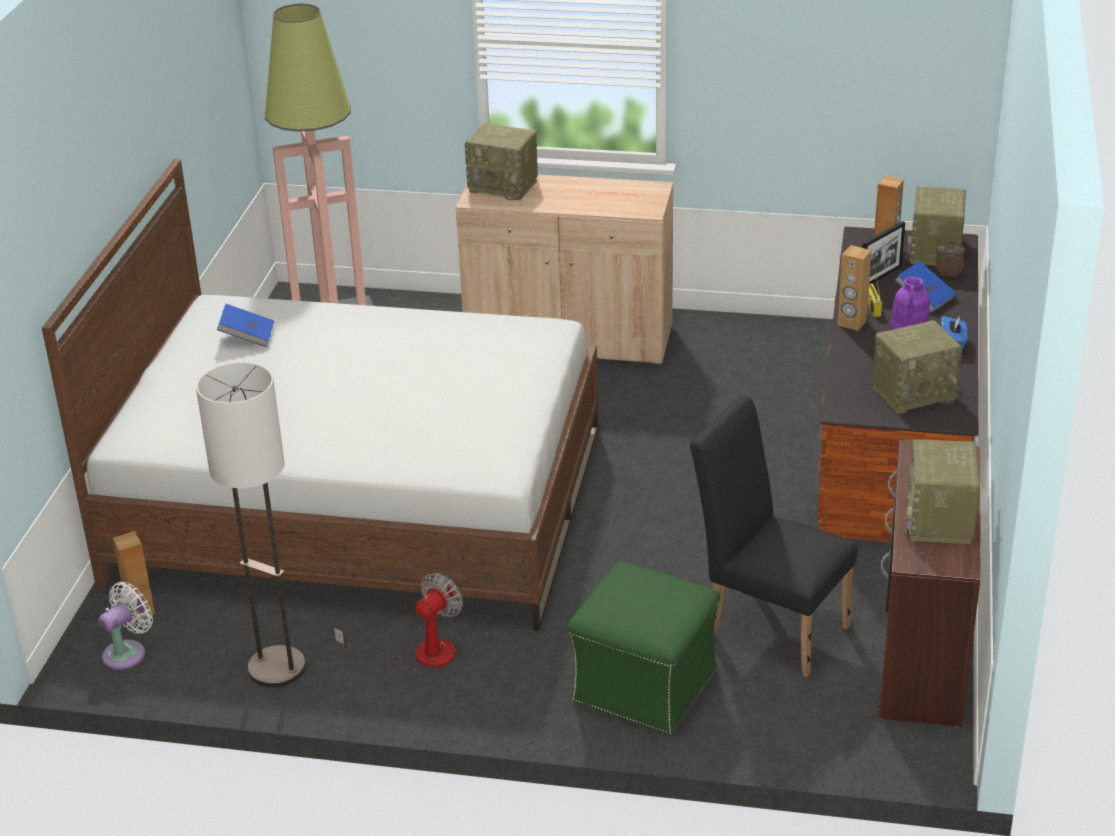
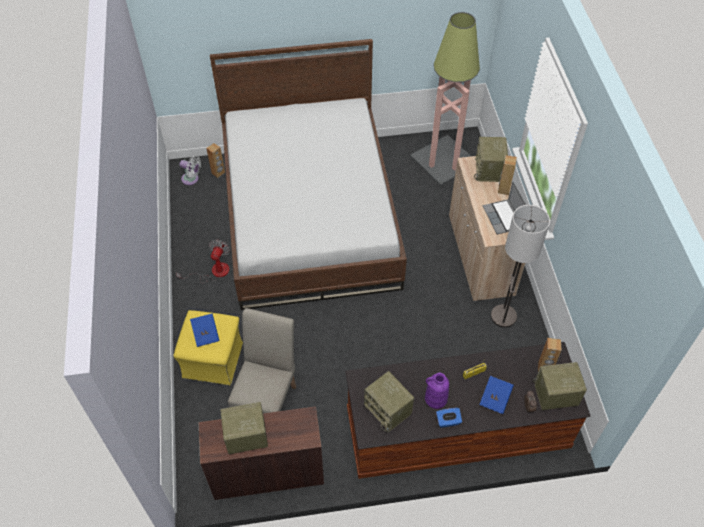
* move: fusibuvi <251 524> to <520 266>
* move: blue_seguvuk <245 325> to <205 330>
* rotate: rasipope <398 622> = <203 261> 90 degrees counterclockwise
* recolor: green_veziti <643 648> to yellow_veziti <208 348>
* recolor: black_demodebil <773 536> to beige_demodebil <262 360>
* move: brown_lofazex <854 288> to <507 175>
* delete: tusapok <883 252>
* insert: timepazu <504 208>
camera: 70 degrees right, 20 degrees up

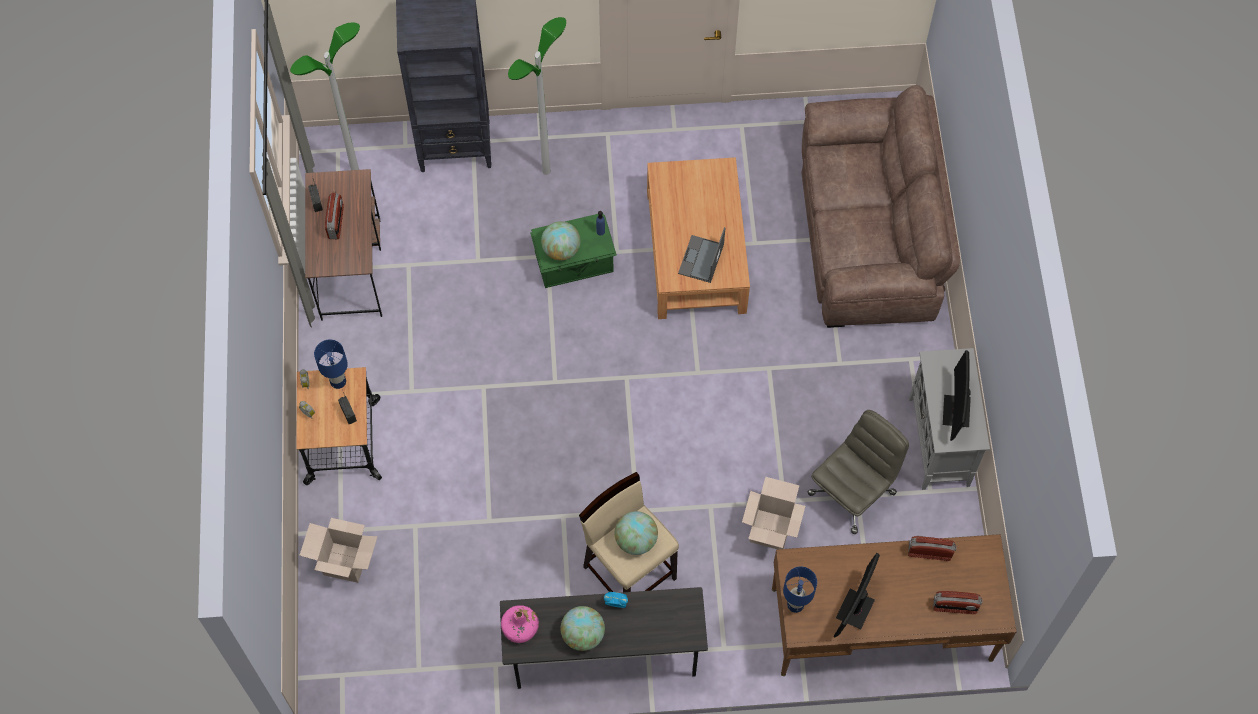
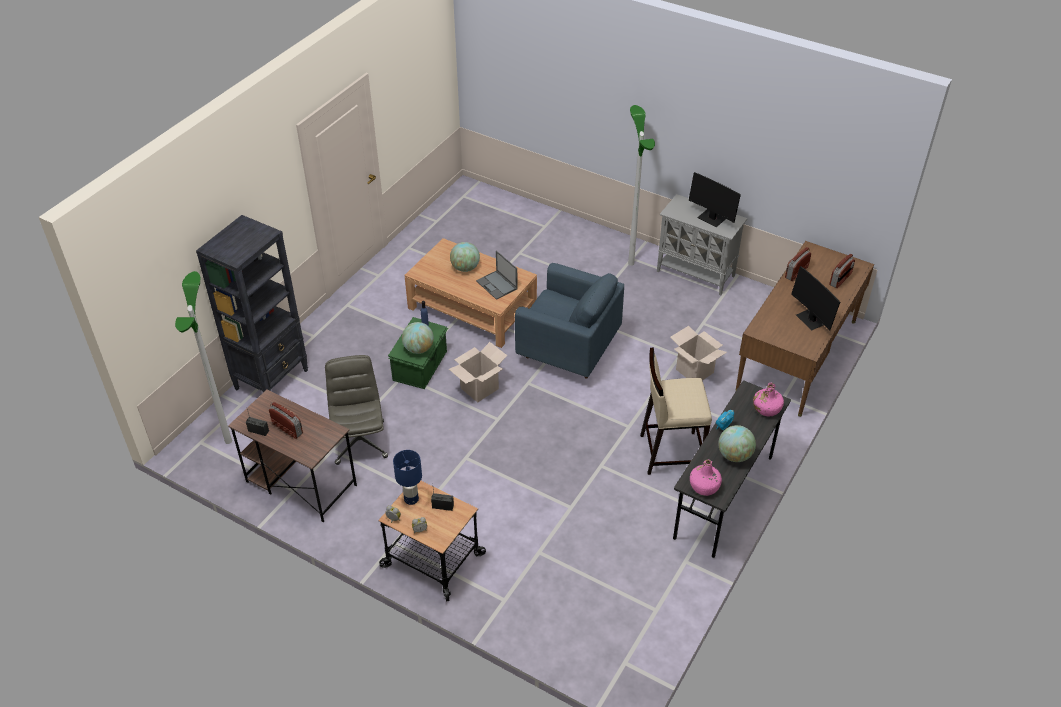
* move: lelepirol <338 550> to <478 372>
* move: fusibuvi <537 96> to <641 185>
* move: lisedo <636 533> to <465 257>
* delete: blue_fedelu <800 589>
* delete: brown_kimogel <880 206>
* move: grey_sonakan <858 472> to <356 410>
* insert: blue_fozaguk <569 321>
* insert: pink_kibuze <768 399>
camera: 55 degrees left, 20 degrees down

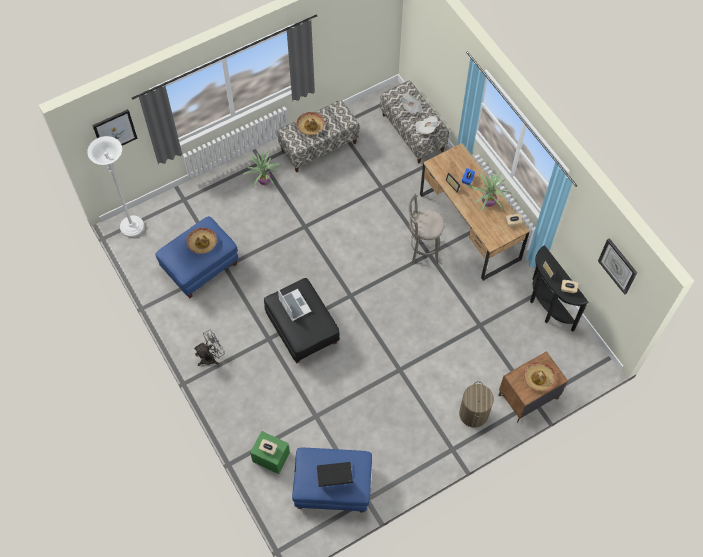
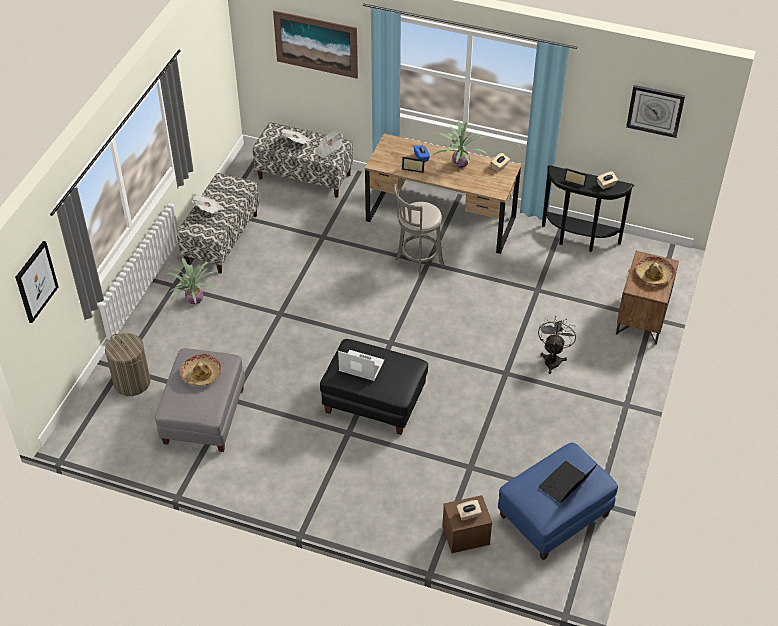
* delete: white_fusibuvi <115 186>
* recolor: blue_veziti <196 257> to grey_veziti <200 400>
* move: grey_rasipope <209 347> to <557 345>
* recolor: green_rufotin <270 452> to brown_rufotin <467 524>
* replace: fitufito <310 123> to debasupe <208 204>
* move: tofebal <476 404> to <128 364>
* insert: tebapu <315 45>
camera: 40 degrees left, 15 degrees down

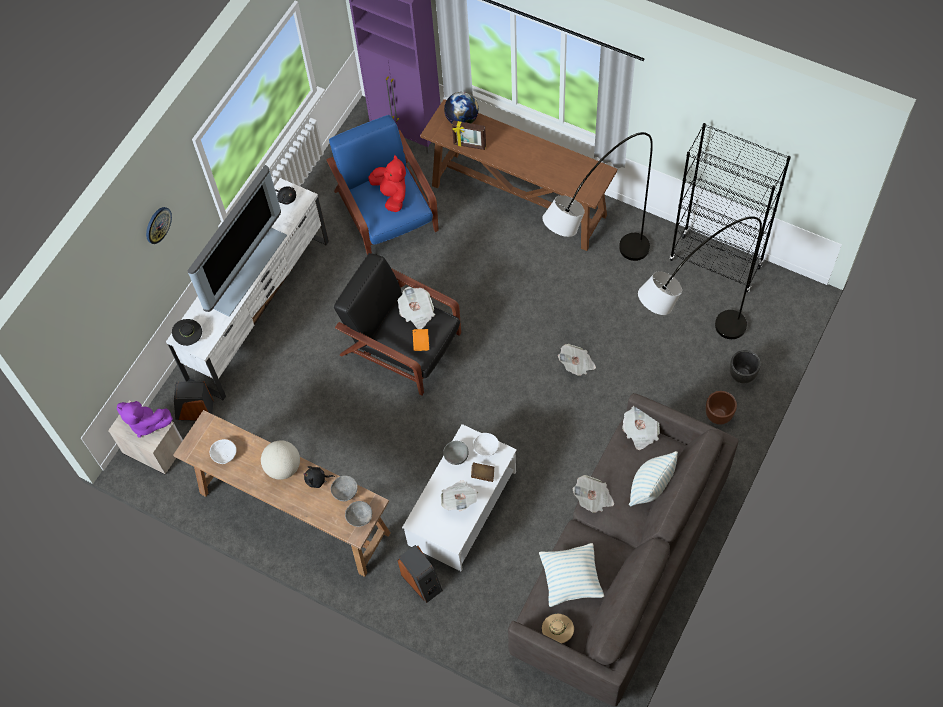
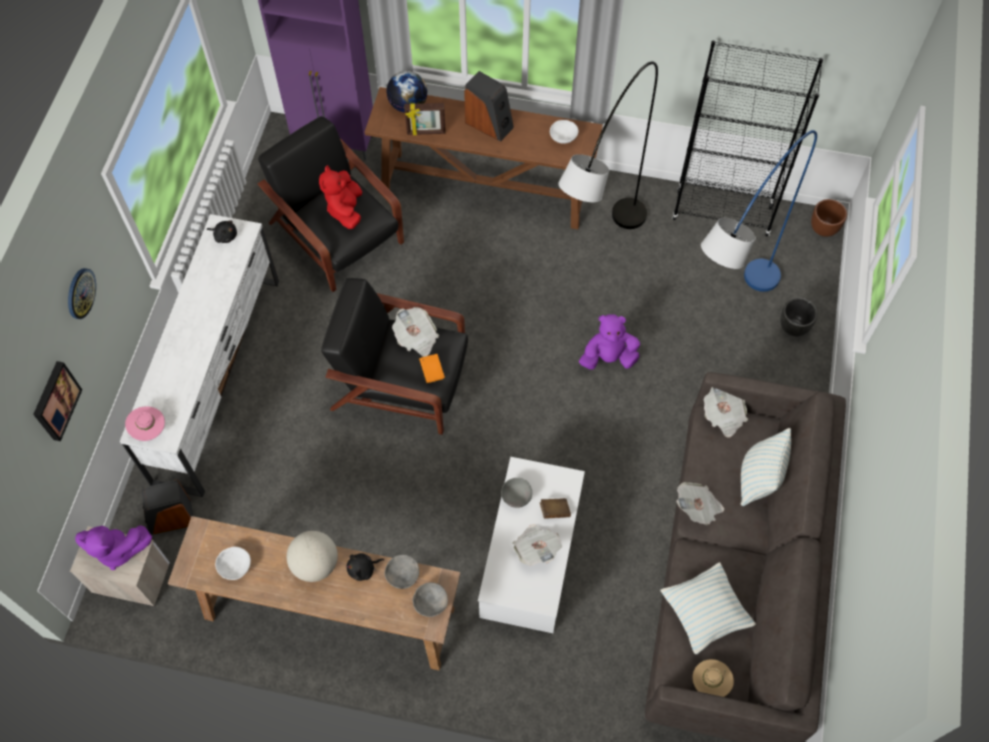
* recolor: black_fitufito <187 332> to pink_fitufito <145 423>
* delete: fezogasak <237 241>
* recolor: blue_fozaguk <382 185> to black_fozaguk <331 204>
* rotate: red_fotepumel <387 183> = <340 197> 135 degrees counterclockwise
* move: lofazex <420 574> to <489 106>
* move: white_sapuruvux <486 445> to <564 132>
* replace: debasupe <577 360> to purple_fotepumel <609 341>
* recolor: grey_fusibuvi <700 277> to blue_fusibuvi <759 211>
* move: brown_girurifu <721 408> to <829 218>
* insert: tebapu <57 401>
camera: 20 degrees left, 0 degrees up

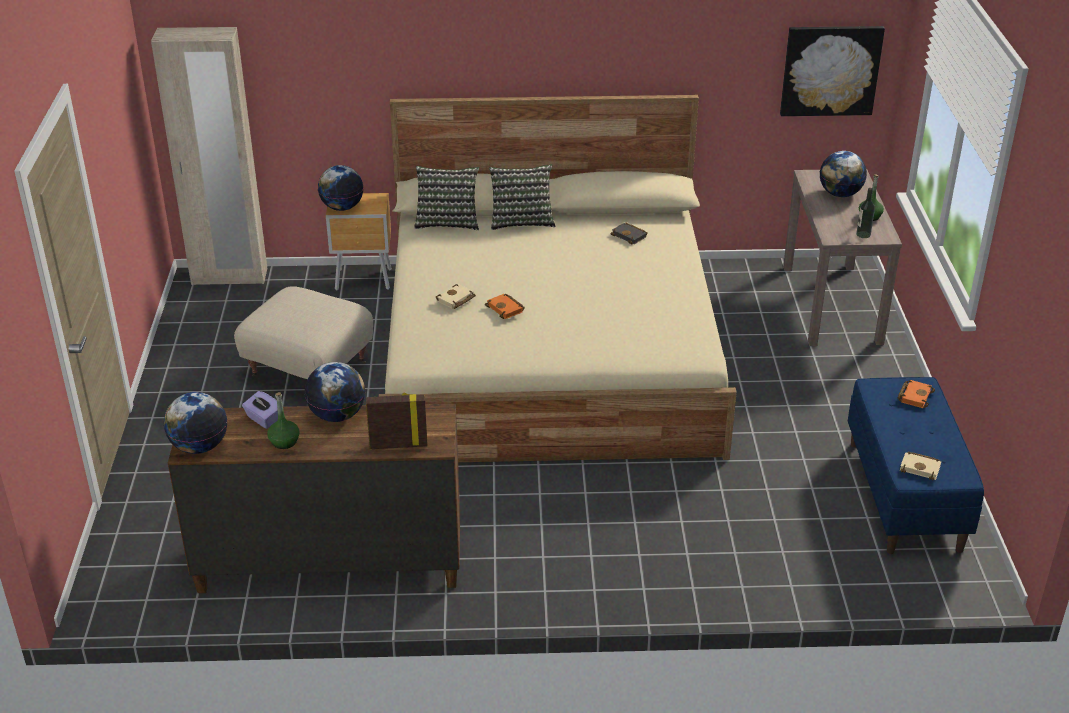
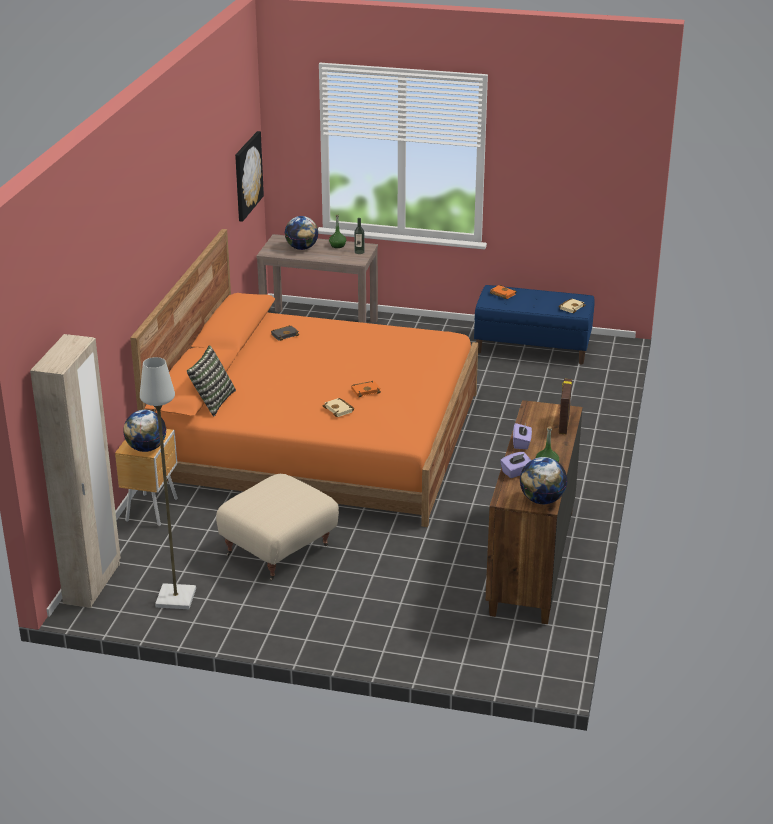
* replace: lisedo <335 392> to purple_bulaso <522 436>
* recolor: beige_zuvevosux <558 278> to orange_zuvevosux <304 378>
* delete: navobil <522 197>
* insert: grey_fusibuvi <168 483>
camera: 75 degrees left, 5 degrees down

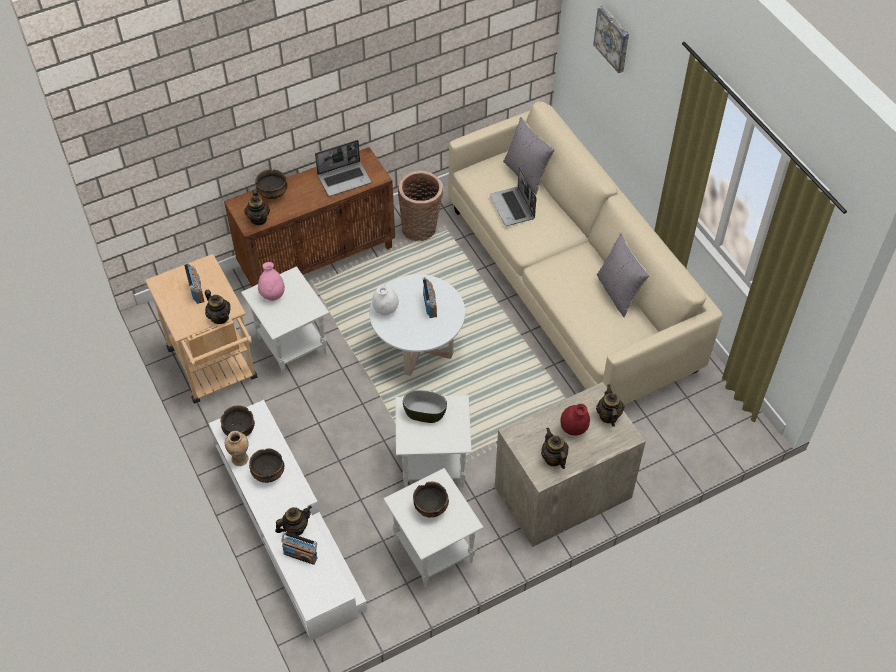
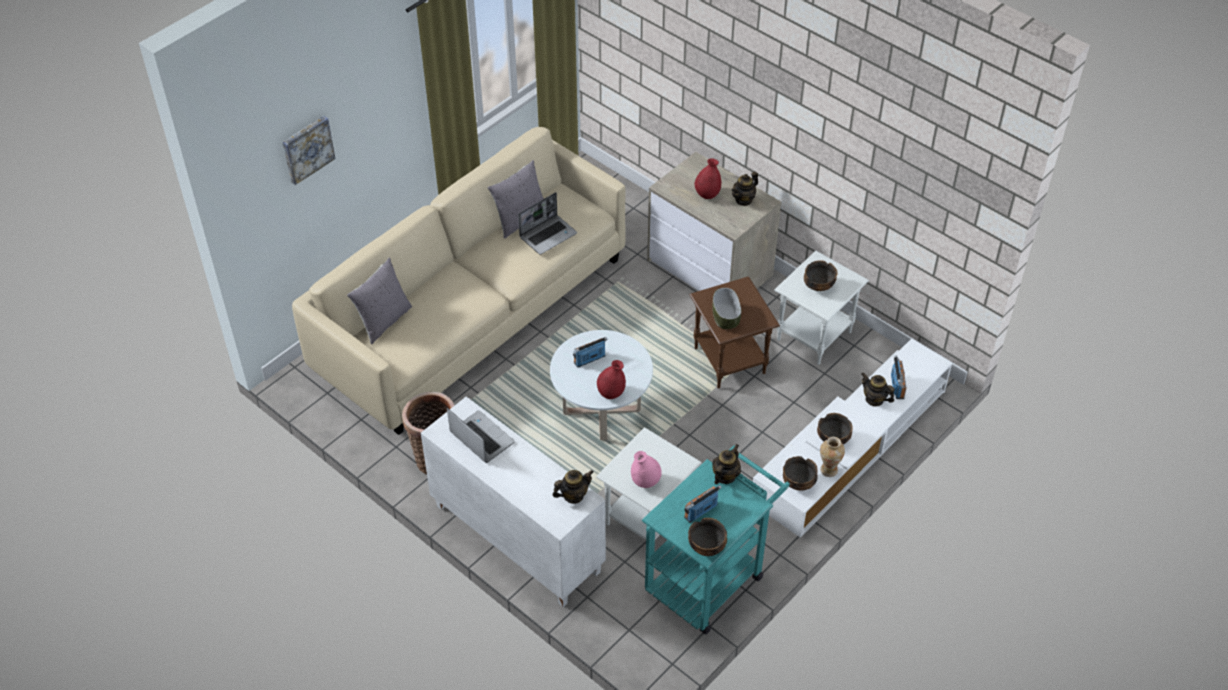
* recolor: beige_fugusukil <201 329> to turquoise_fugusukil <716 539>
* recolor: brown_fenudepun <309 217> to white_fenudepun <513 501>
* move: sapuruvux <271 184> to <707 537>
* recolor: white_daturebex <385 300> to red_daturebex <611 379>
* recolor: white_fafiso <433 441> to brown_fafiso <734 332>
* move: timepazu <513 196> to <547 223>
* delete: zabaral <610 405>
camera: 110 degrees left, 5 degrees down

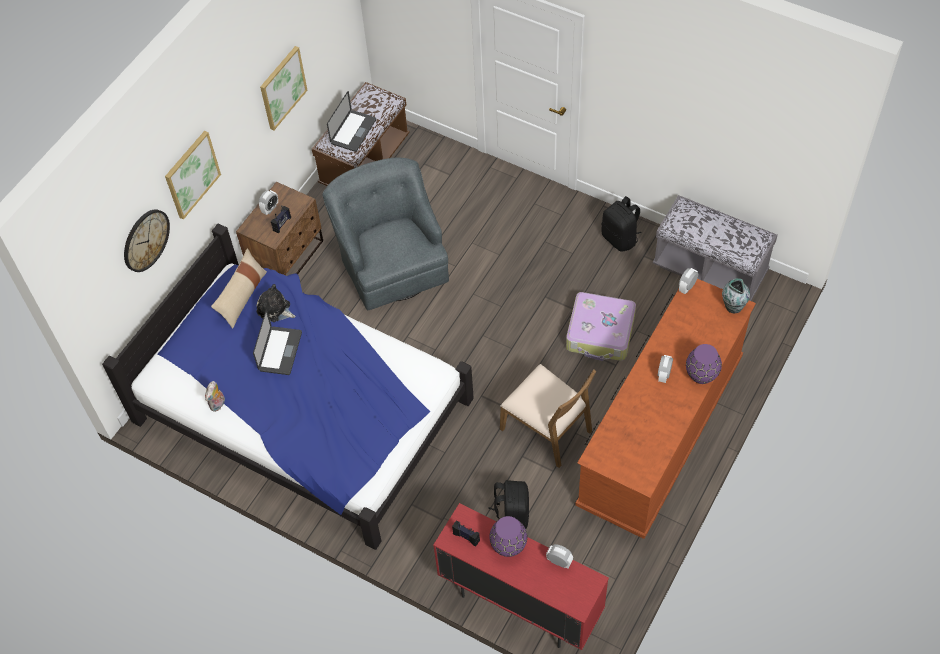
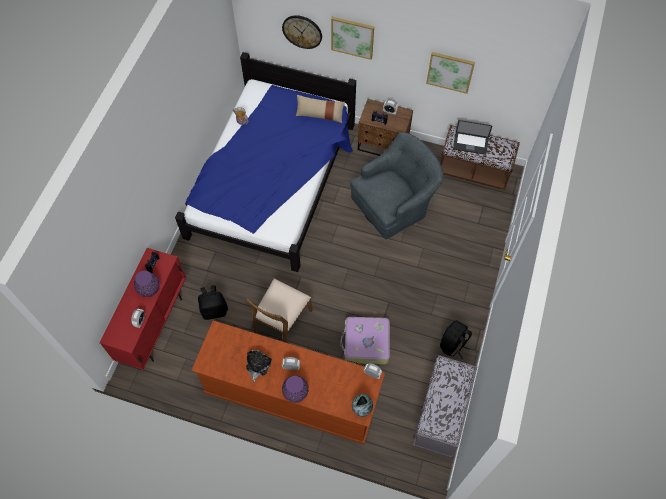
* delete: timepazu <277 342>
* move: fotepumel <276 303> to <259 366>
camera: 75 degrees right, 5 degrees up

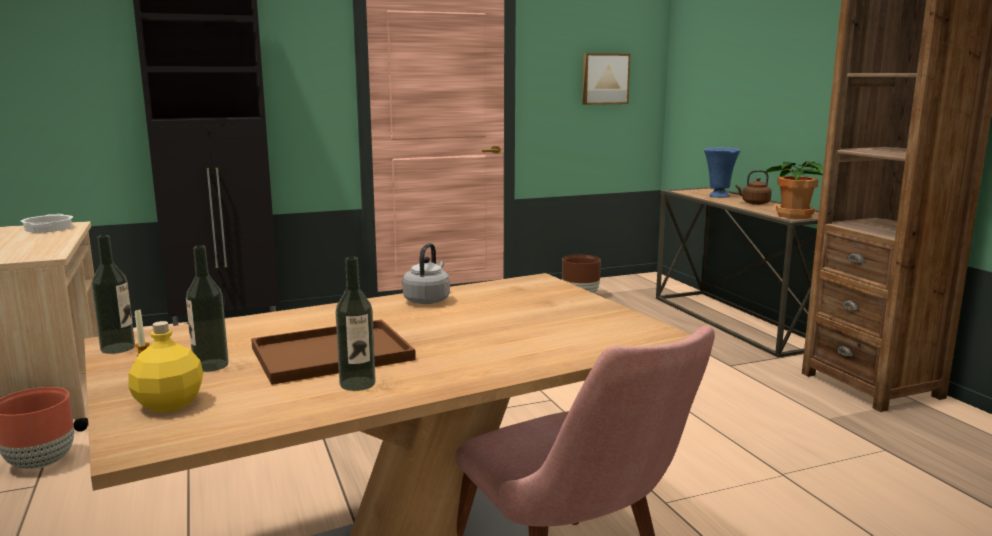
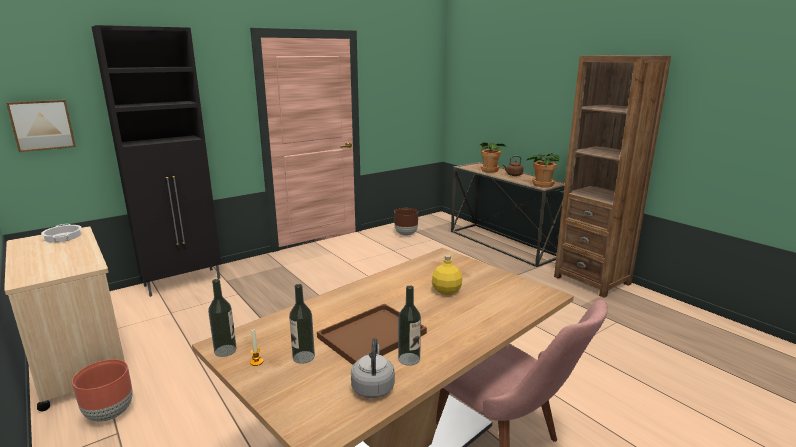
* move: yellow_kibuze <165 366> to <447 275>
* move: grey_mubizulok <426 273> to <373 368>
* move: tebapu <606 79> to <41 126>
* replace: blue_daturebex <722 173> to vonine <493 157>
camera: 15 degrees left, 5 degrees up

